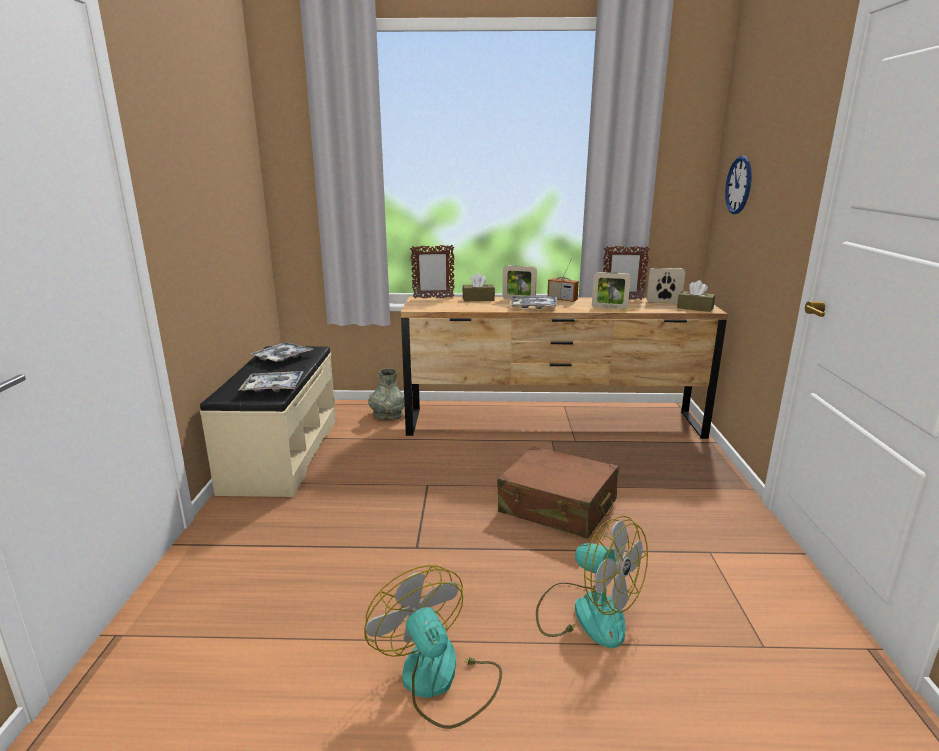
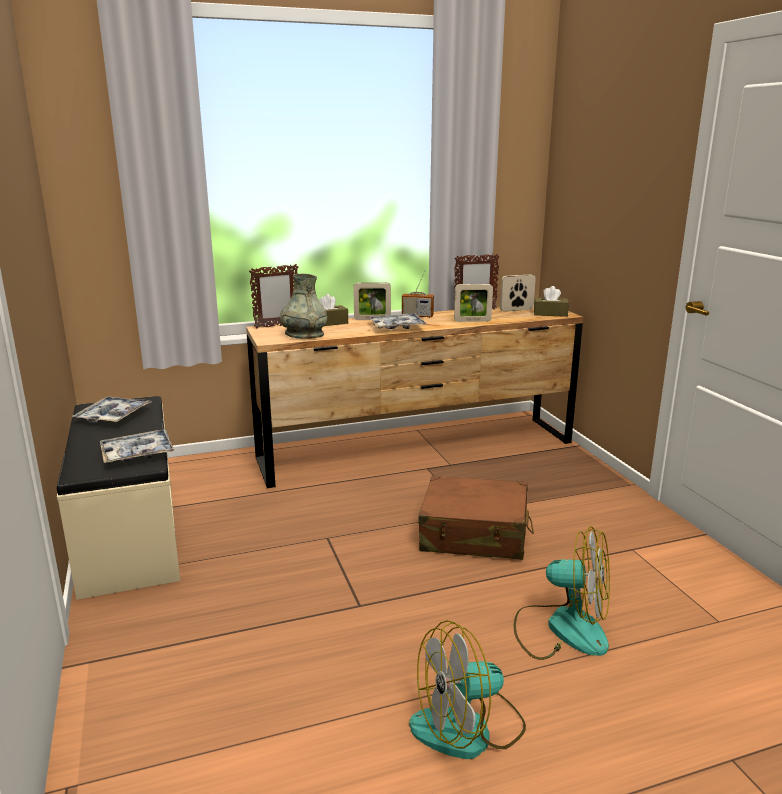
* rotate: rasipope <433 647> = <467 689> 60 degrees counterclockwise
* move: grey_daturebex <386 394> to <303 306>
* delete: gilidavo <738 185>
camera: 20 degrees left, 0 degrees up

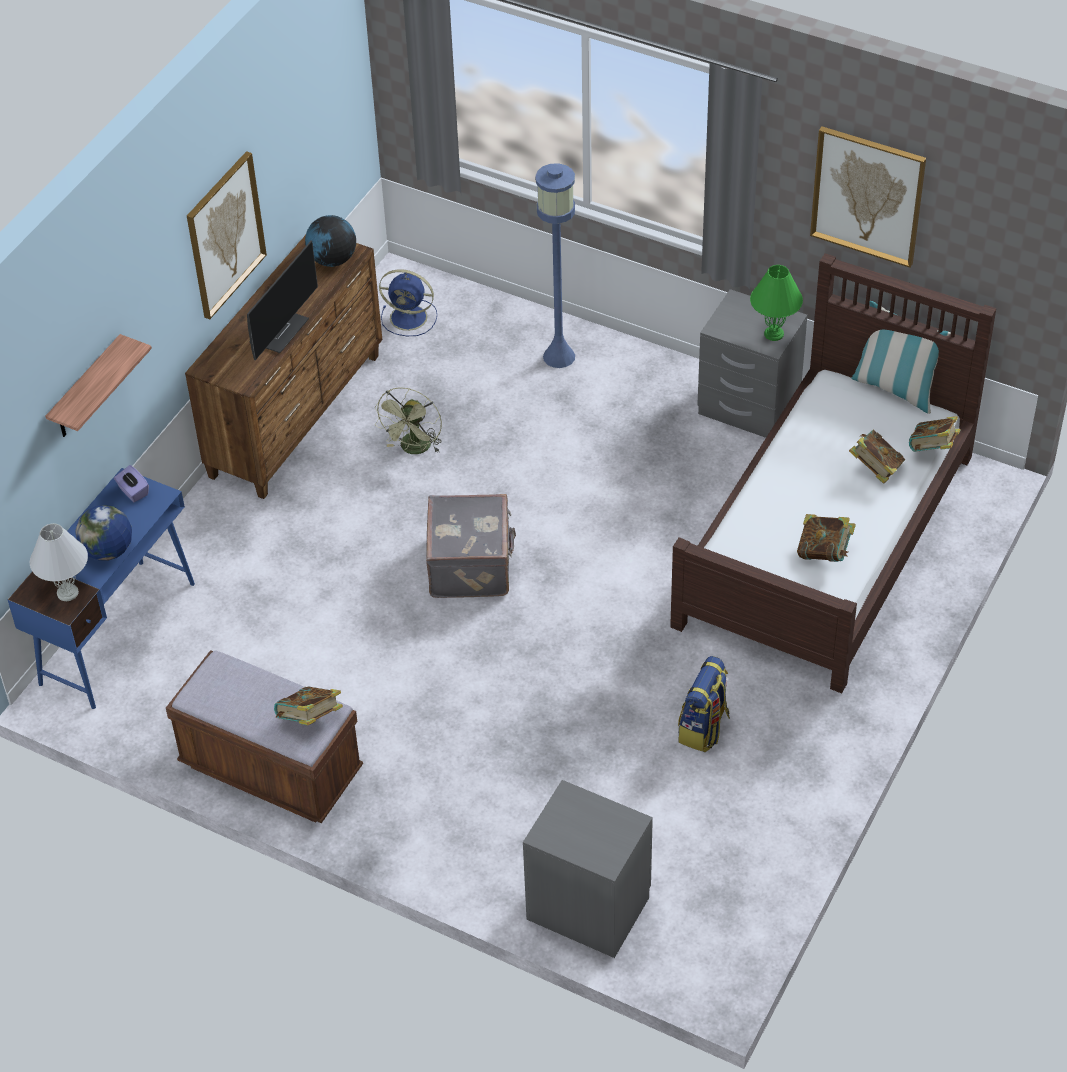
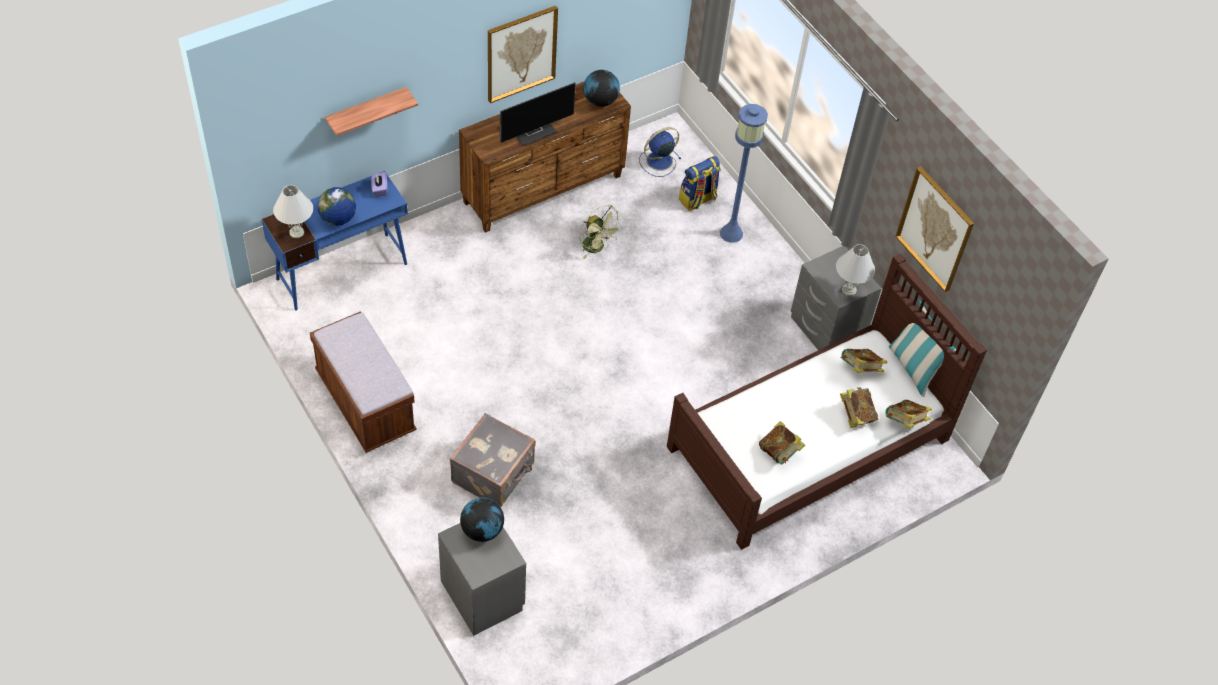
* move: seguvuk <308 706> to <864 360>
* rotate: green_rasipope <408 420> = <600 232> 90 degrees counterclockwise
* rotate: blue_rasipope <408 302> = <660 152> 105 degrees clockwise
* move: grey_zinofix <471 546> to <493 460>
* move: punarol <704 704> to <700 183>
* recolor: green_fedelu <776 303> to white_fedelu <855 270>
* insert: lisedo <482 520>
camera: 25 degrees right, 5 degrees up

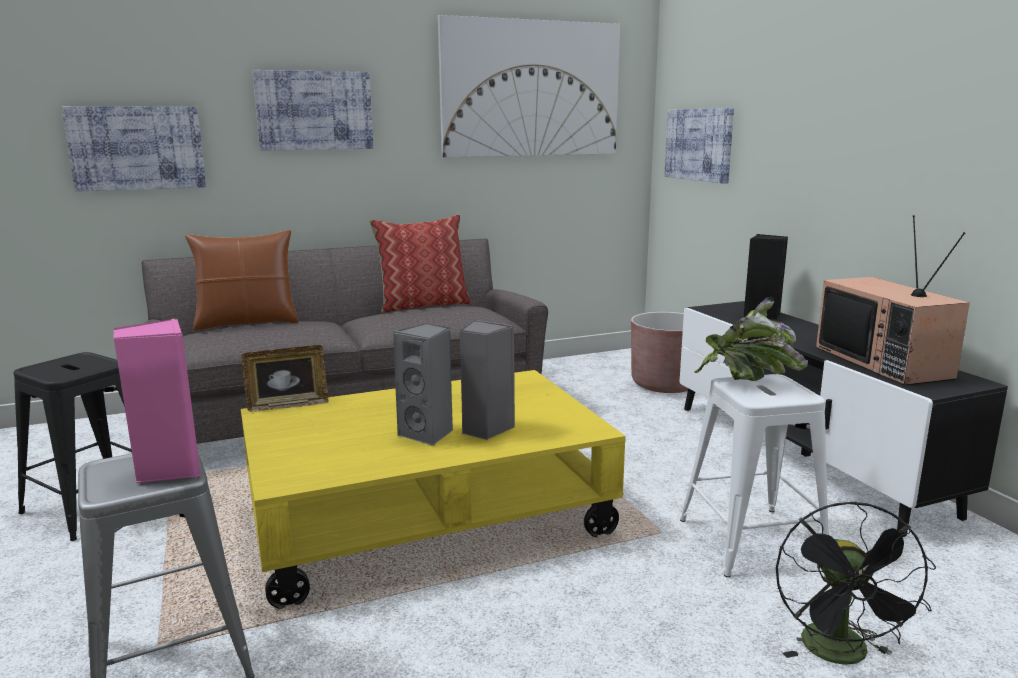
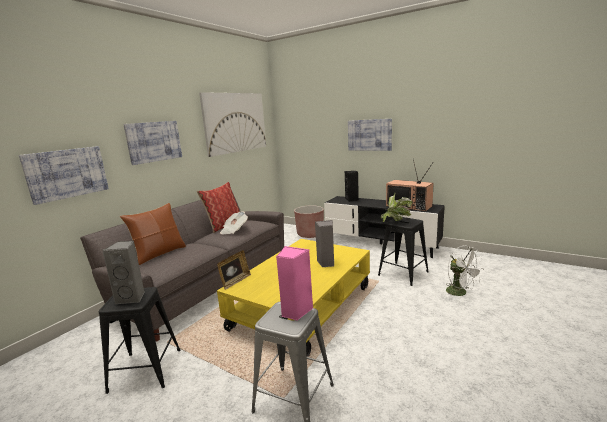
* move: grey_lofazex <423 385> to <123 272>
* move: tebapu <699 146> to <370 135>
* recolor: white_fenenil <754 475> to black_fenenil <403 251>
* recolor: black_rasipope <856 583> to white_rasipope <465 272>
* insert: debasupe <234 222>
camera: 35 degrees left, 0 degrees up

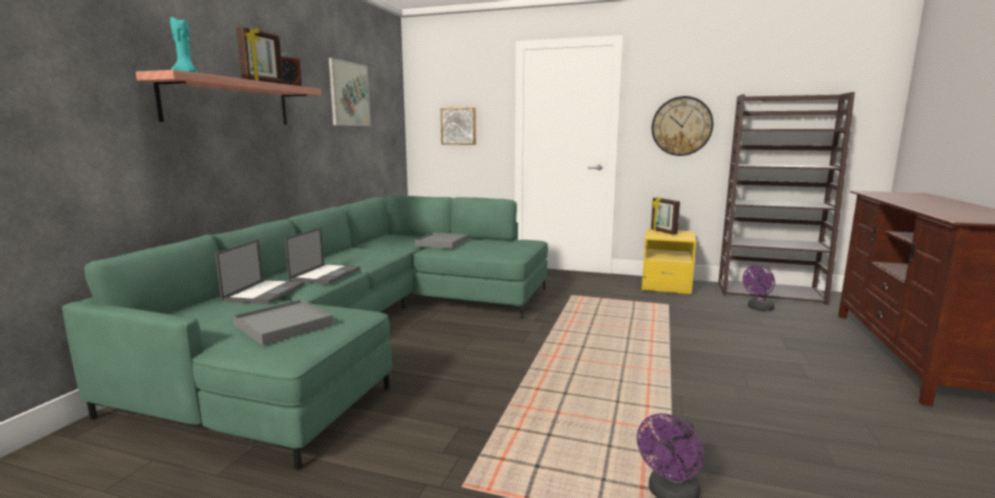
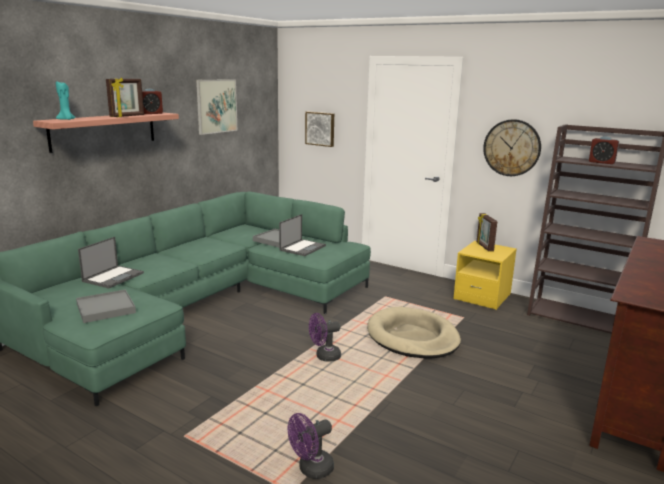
* move: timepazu <322 256> to <302 235>
* move: purple_rasipope <758 288> to <325 337>
* insert: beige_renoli <414 333>
* insert: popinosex <604 150>
camera: 15 degrees right, 5 degrees up

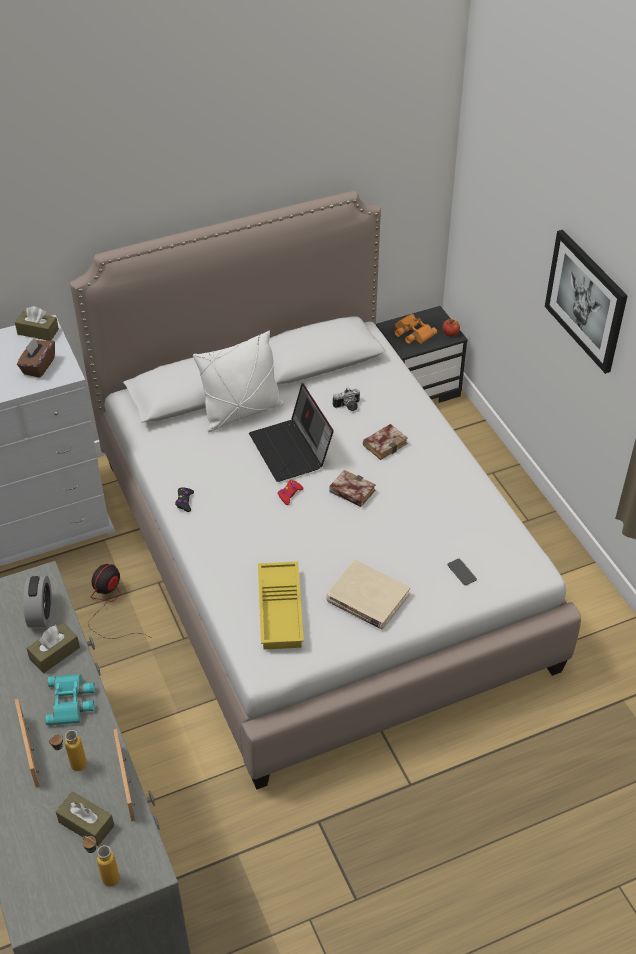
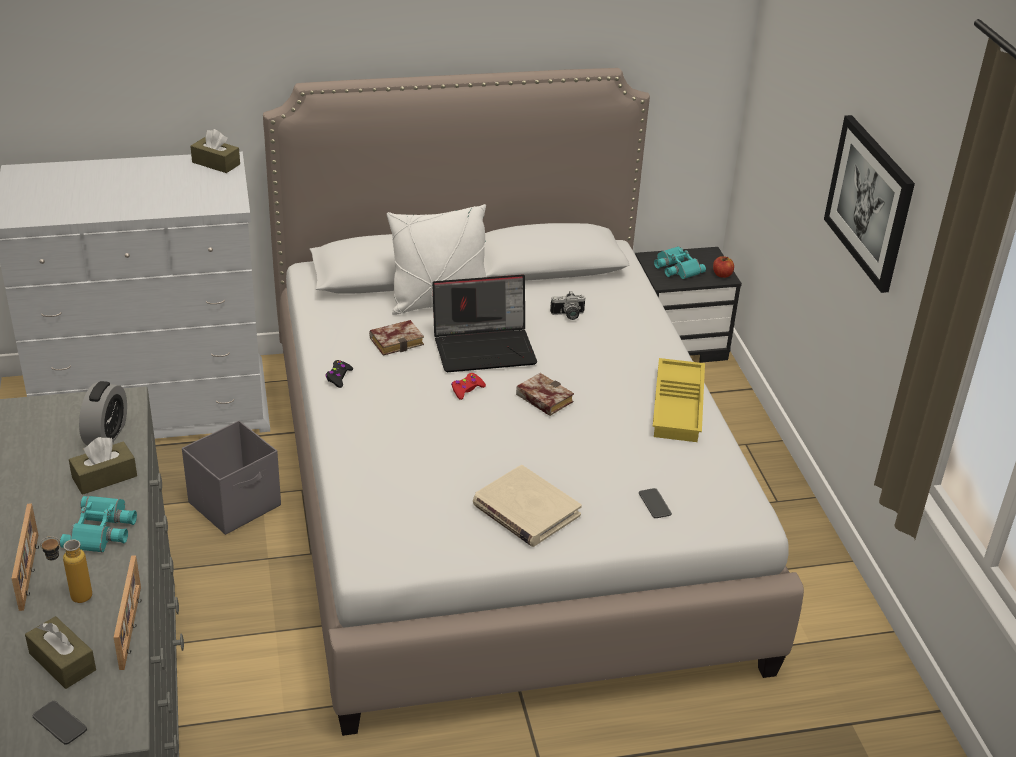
* delete: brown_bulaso <36 357>
* replace: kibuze <101 861> to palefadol <60 723>
* replace: rasipope <120 601> to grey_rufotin <231 477>
* rotate: timepazu <291 432> = <484 323> 90 degrees counterclockwise
* move: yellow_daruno <281 606> to <679 400>
* move: seguvuk <385 442> to <396 338>
* recolor: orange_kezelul <416 329> to turquoise_kezelul <680 262>
camera: 10 degrees right, 10 degrees down

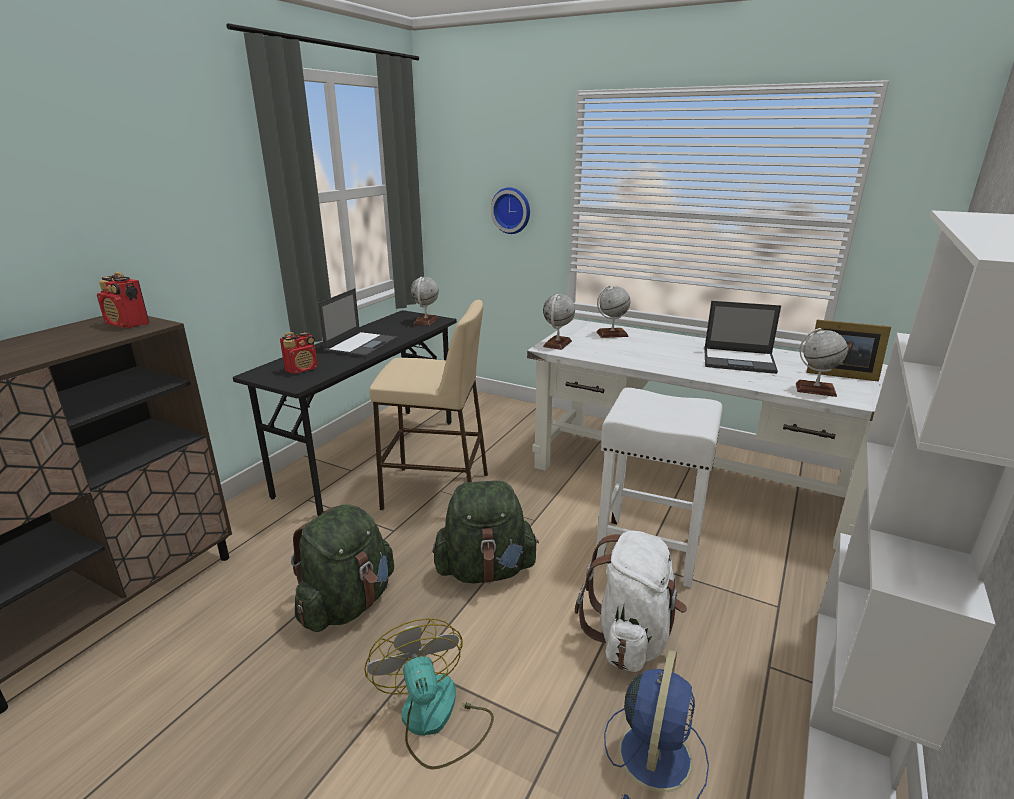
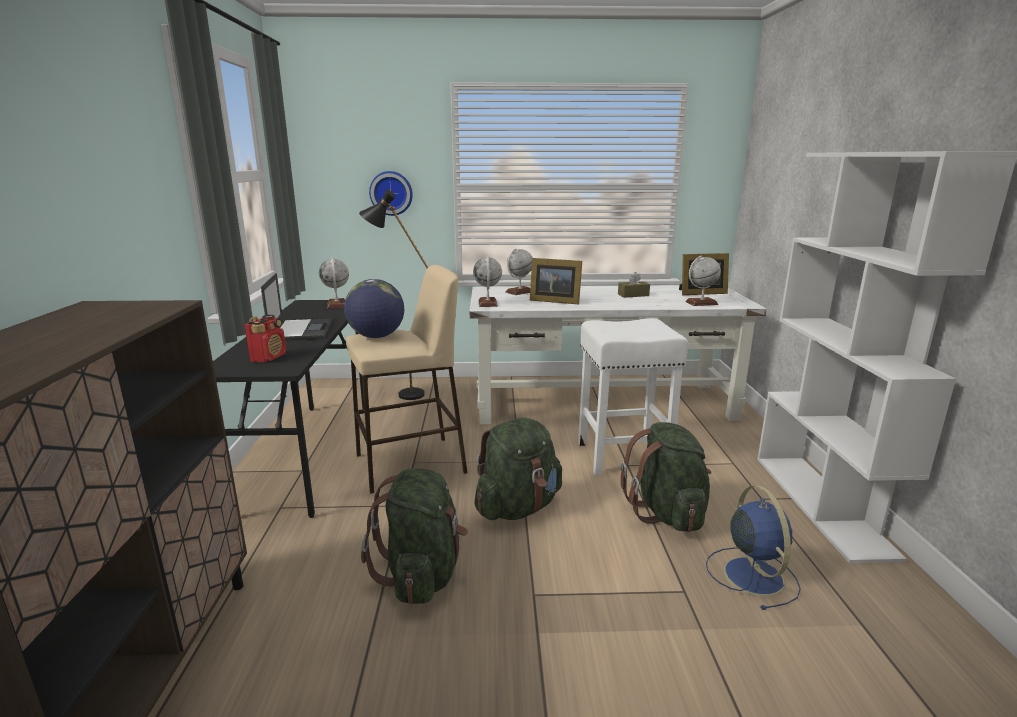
* delete: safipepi <123 300>
* delete: rasipope <429 694>
* recolor: white_punarol <631 601> to green_punarol <666 477>
* replace: timepazu <742 337> to brown_bulaso <634 285>
* insert: lisedo <374 308>
* insert: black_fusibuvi <393 294>
* insert: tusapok <556 281>
camera: 30 degrees left, 5 degrees down

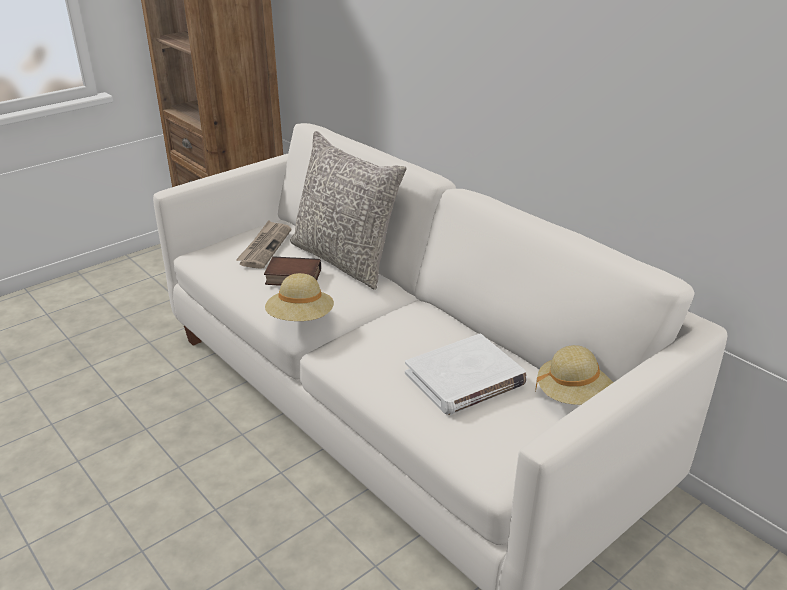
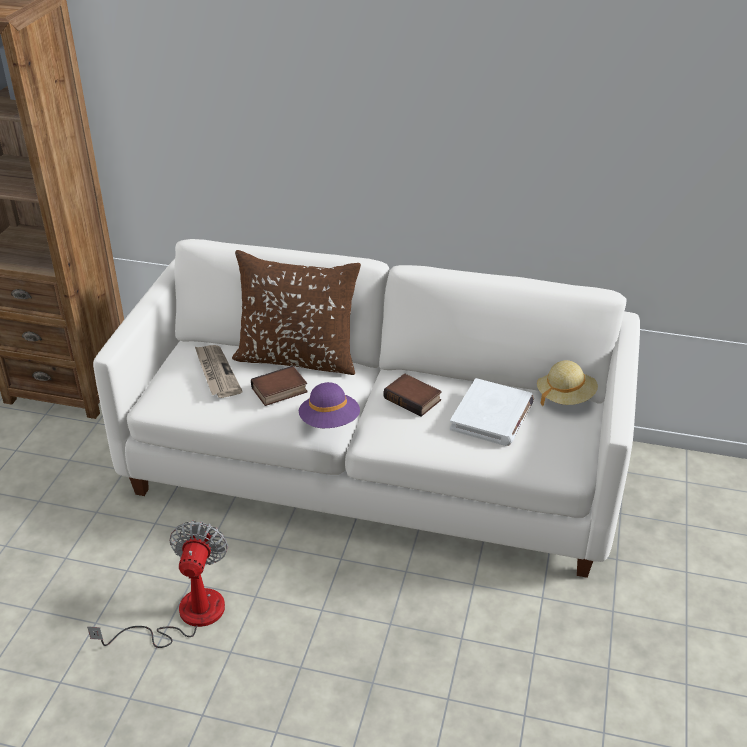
* recolor: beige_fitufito <299 297> to purple_fitufito <329 405>
* recolor: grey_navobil <348 210> to brown_navobil <296 312>
* insert: rasipope <157 584>
* insert: seguvuk <412 395>
camera: 35 degrees left, 5 degrees up

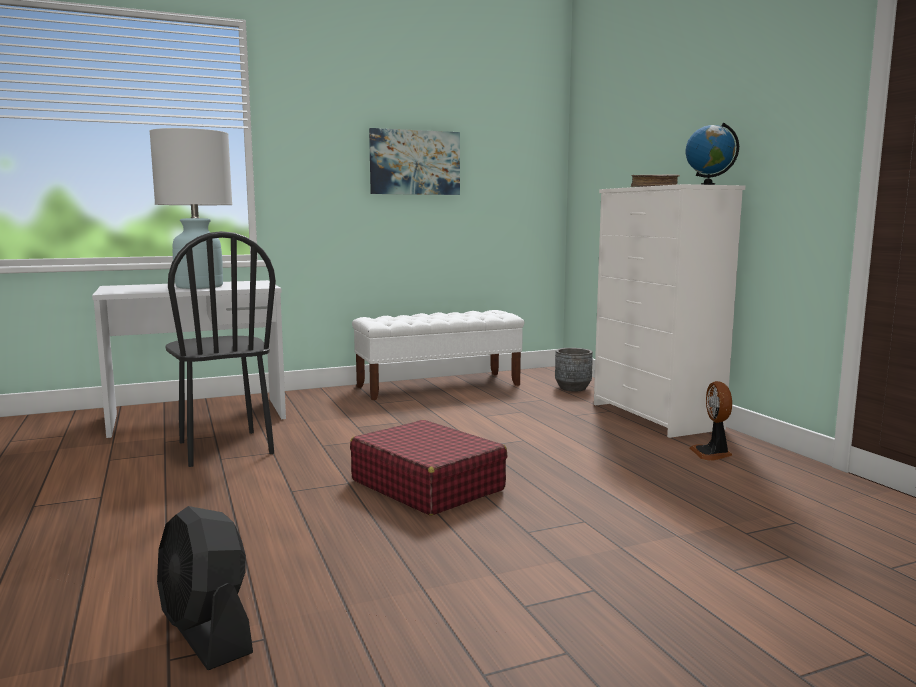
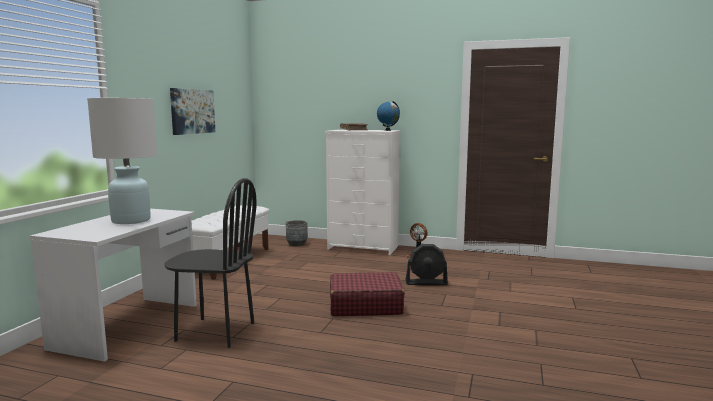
* move: black_rasipope <205 588> to <426 264>
camera: 50 degrees left, 0 degrees up

